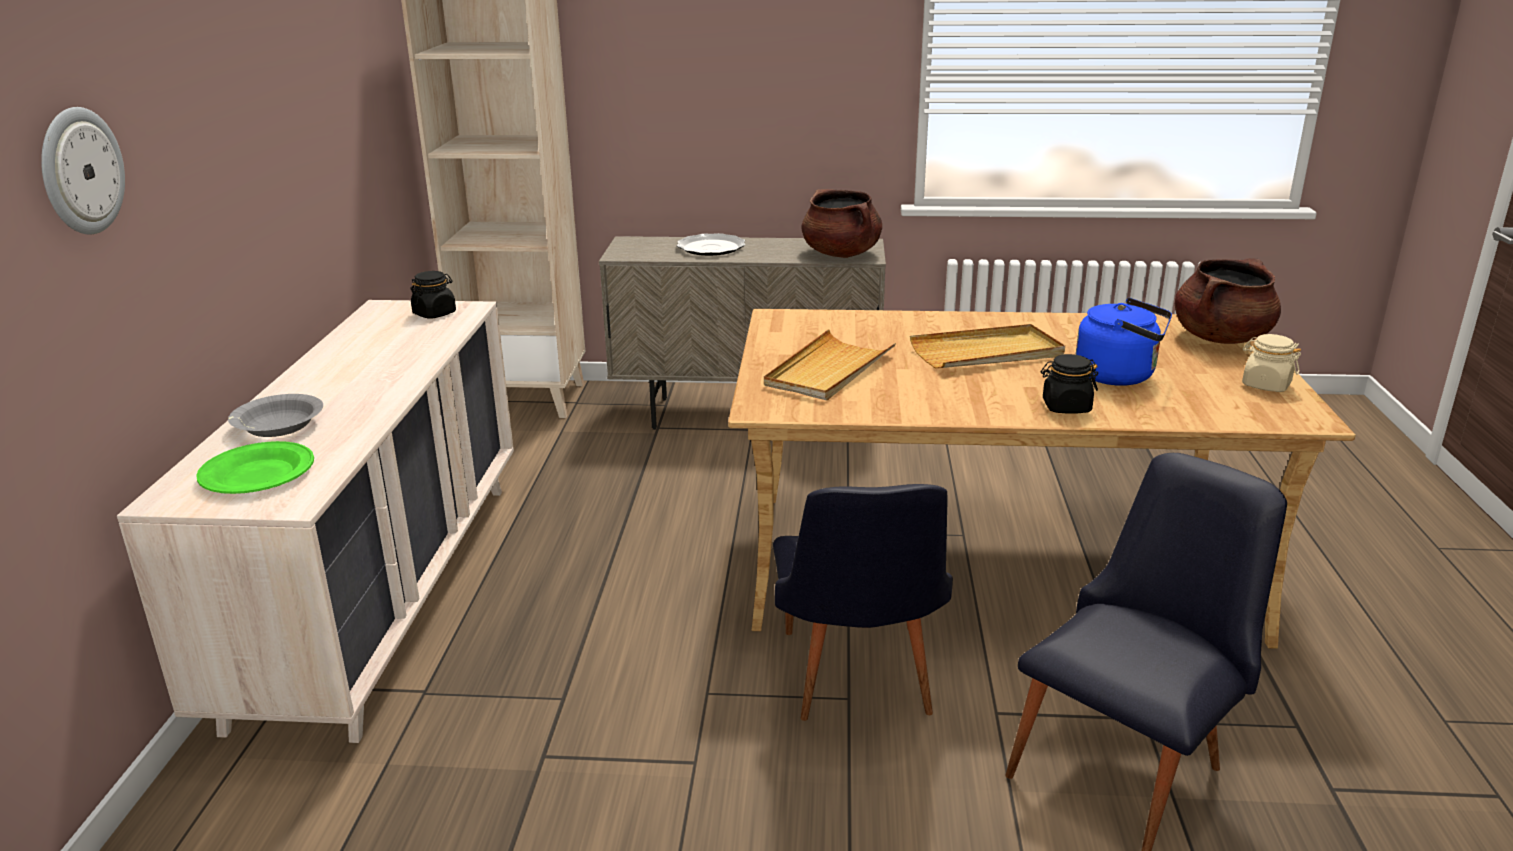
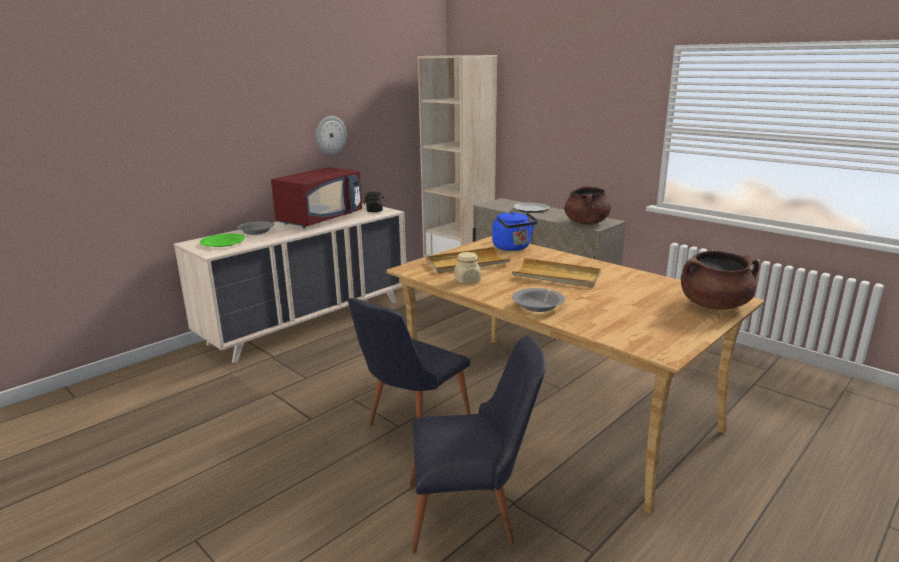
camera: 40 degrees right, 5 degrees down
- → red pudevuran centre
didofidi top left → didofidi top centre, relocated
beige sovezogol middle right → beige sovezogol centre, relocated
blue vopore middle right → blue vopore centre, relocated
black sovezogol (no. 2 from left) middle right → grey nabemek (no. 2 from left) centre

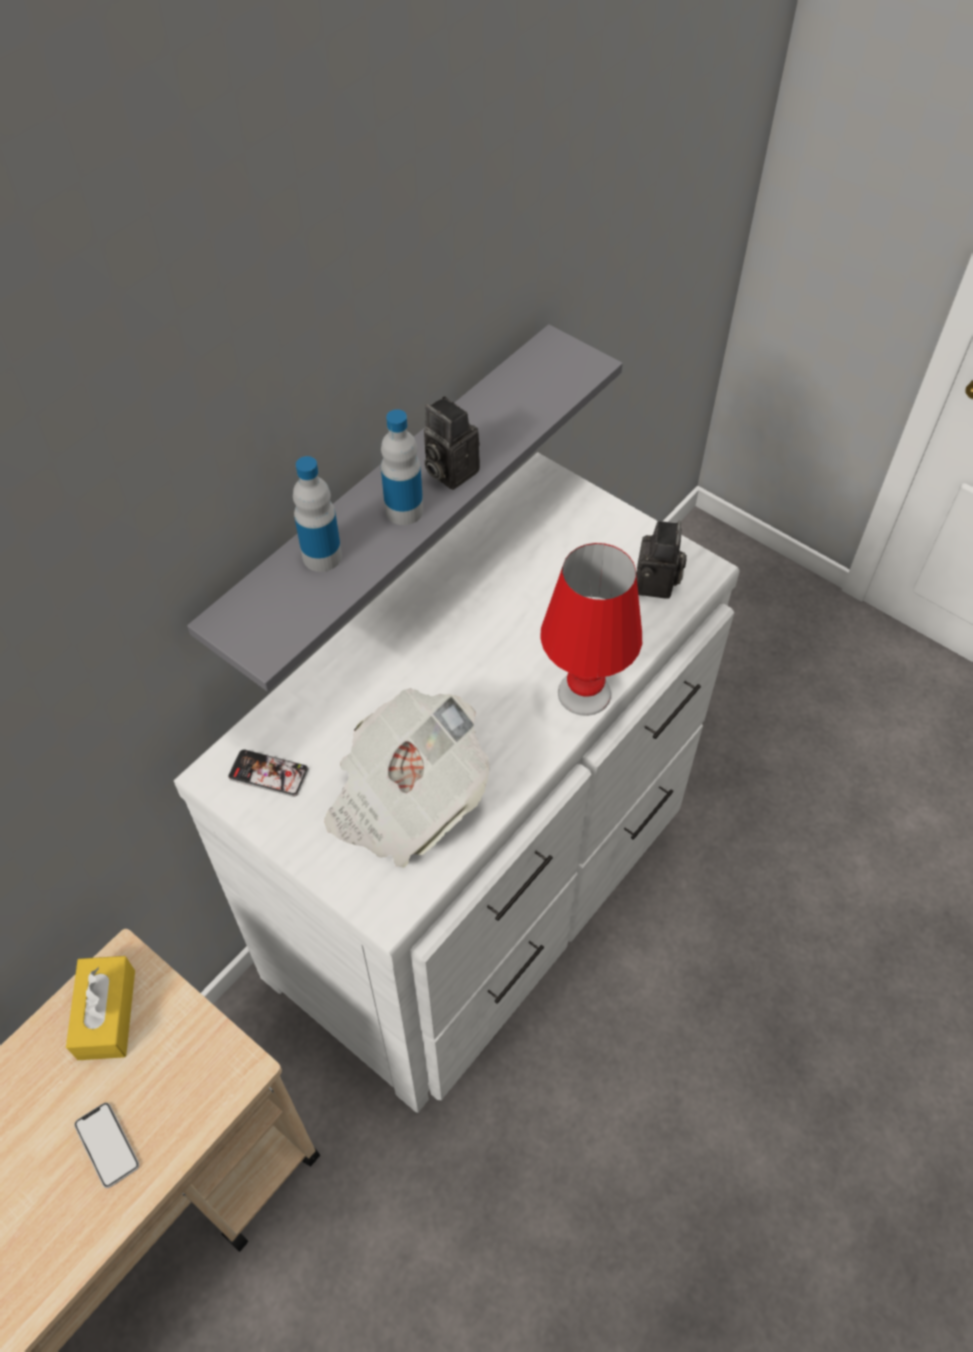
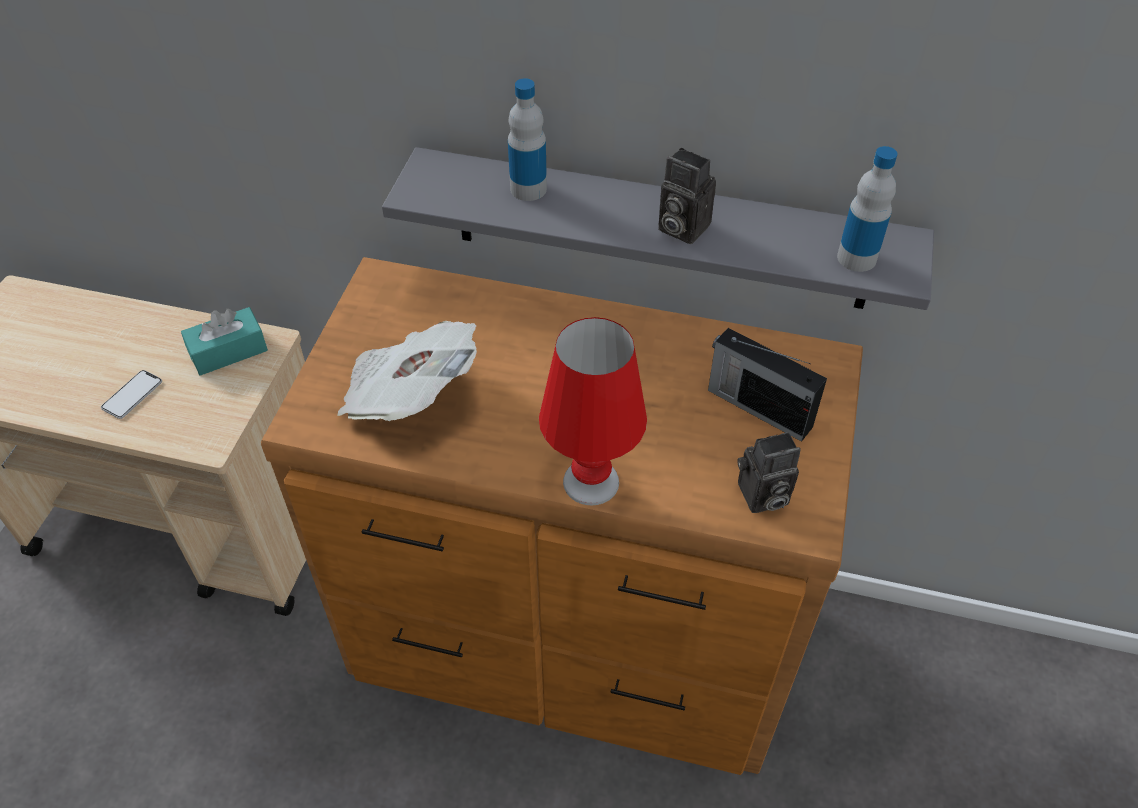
camera: 65 degrees right, 5 degrees down
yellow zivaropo bottom left → turquoise zivaropo middle left
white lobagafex centre → brown lobagafex centre
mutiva (no. 1 from left) top centre, 75 degrees counterclockwise
- → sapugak middle right
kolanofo (no. 2 from left) centre → kolanofo (no. 2 from left) top right, relocated
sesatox (no. 2 from left) middle left → -

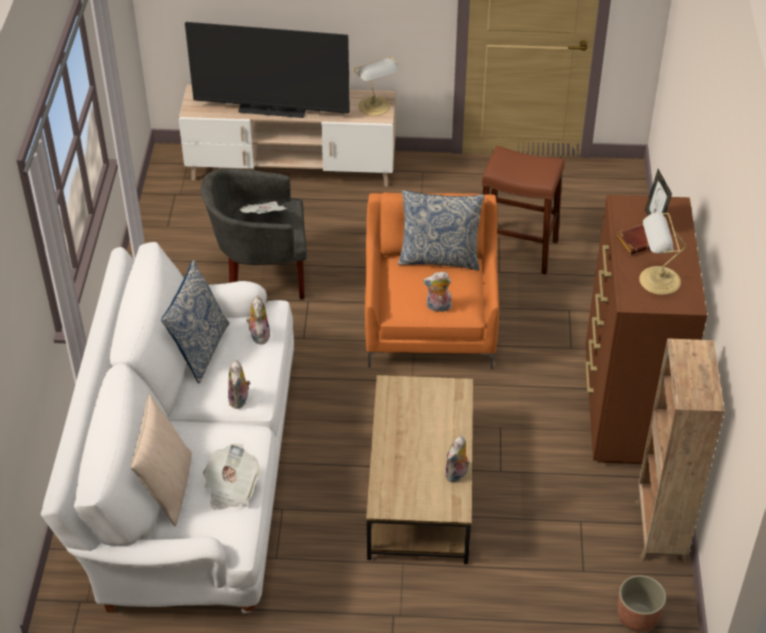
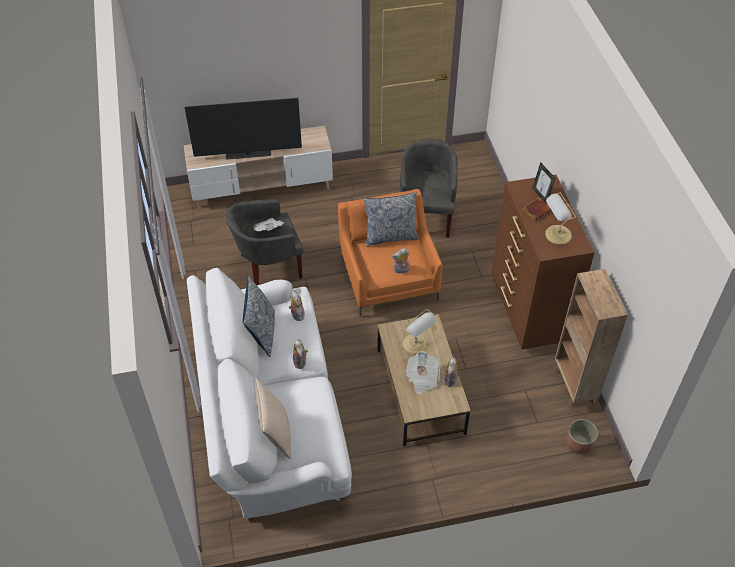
camera: 15 degrees left, 5 degrees up
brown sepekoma top right → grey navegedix (no. 2 from left) top centre
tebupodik (no. 1 from left) top centre → tebupodik (no. 1 from left) centre, relocated
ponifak (no. 1 from left in the first image) bottom left → ponifak (no. 2 from left) centre, relocated

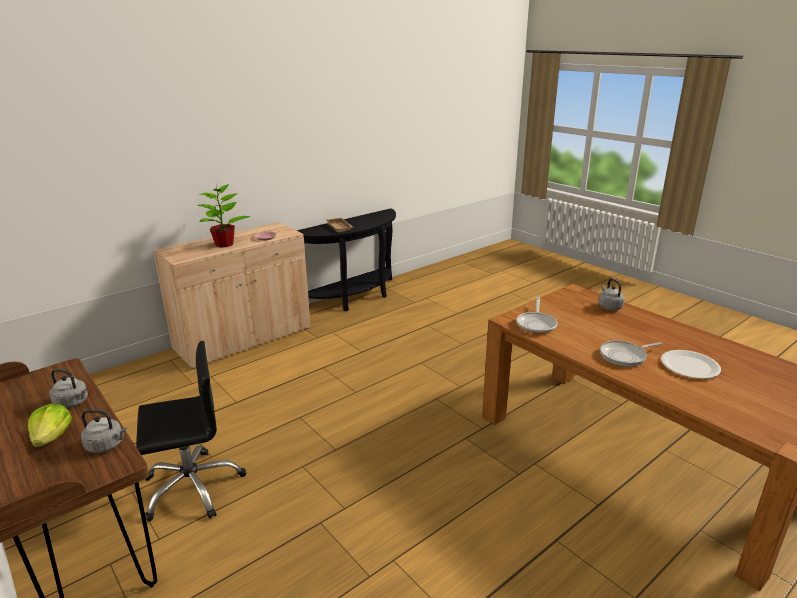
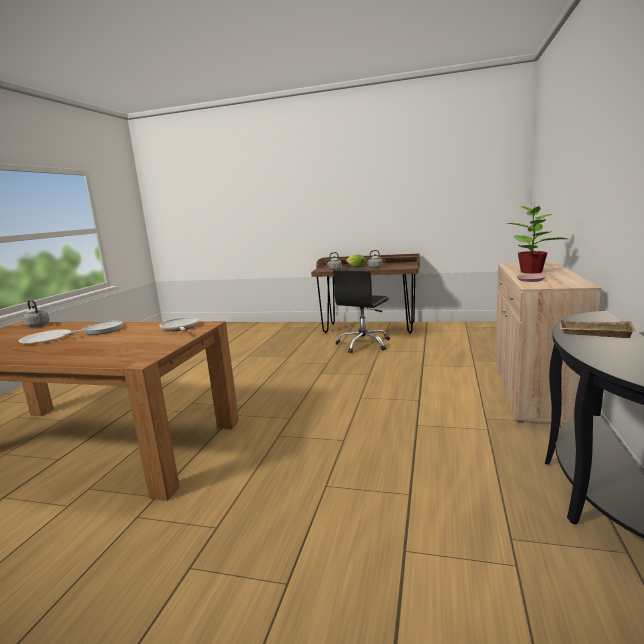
camera: 145 degrees right, 10 degrees down
grey vopore (no. 3 from left in the first image) middle right → grey vopore (no. 1 from left) middle left, relocated

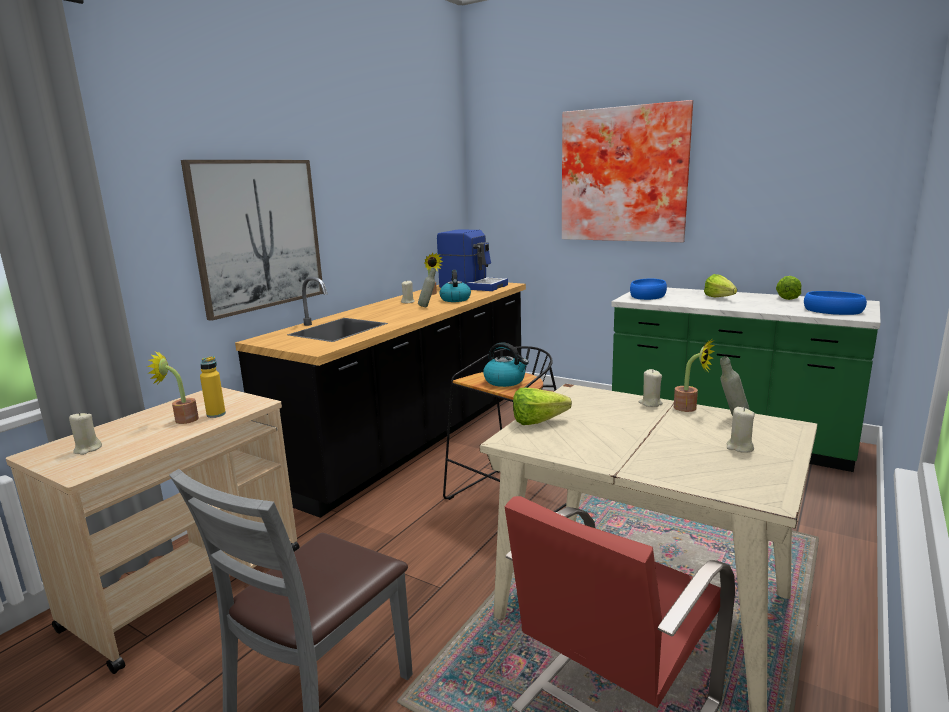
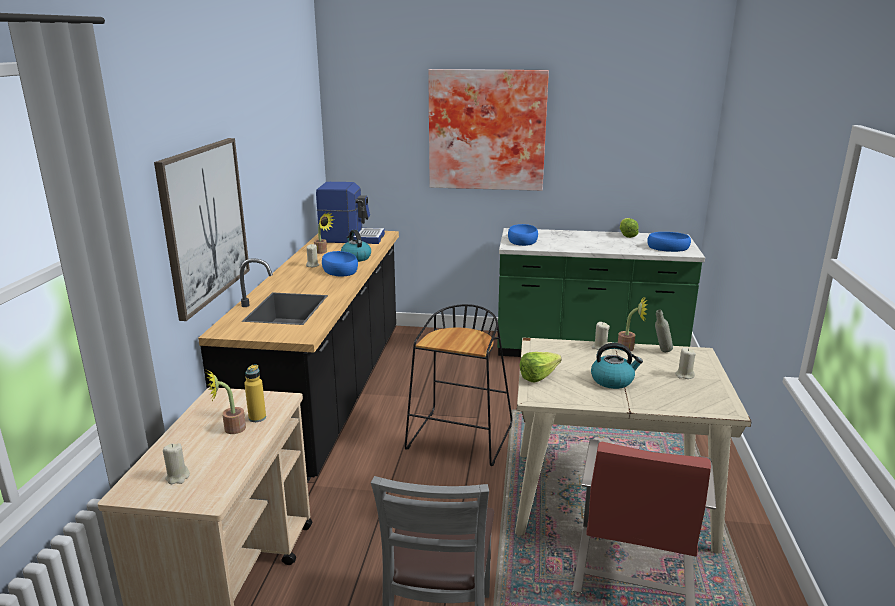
camera: 25 degrees left, 5 degrees up
grey kolanofo (no. 1 from left) centre → blue nabemek (no. 1 from left) centre
vopore (no. 2 from left) centre → vopore (no. 2 from left) middle right, relocated
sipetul (no. 2 from left) middle right → -

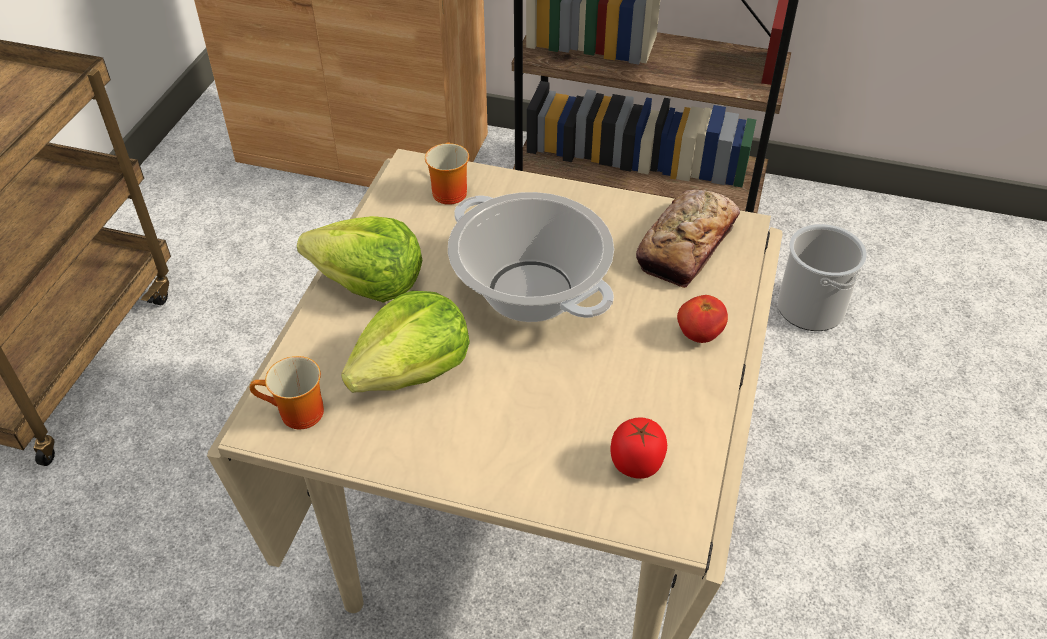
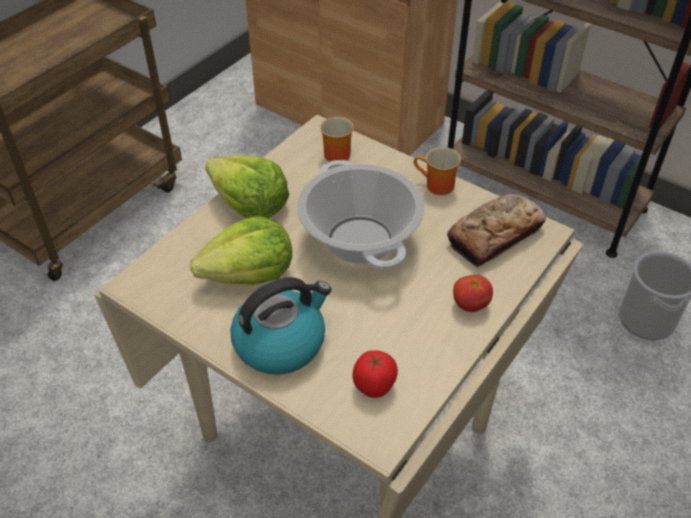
camera: 20 degrees right, 0 degrees up
- → vopore centre
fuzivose (no. 1 from left in the first image) middle left → fuzivose (no. 2 from left) top centre, relocated

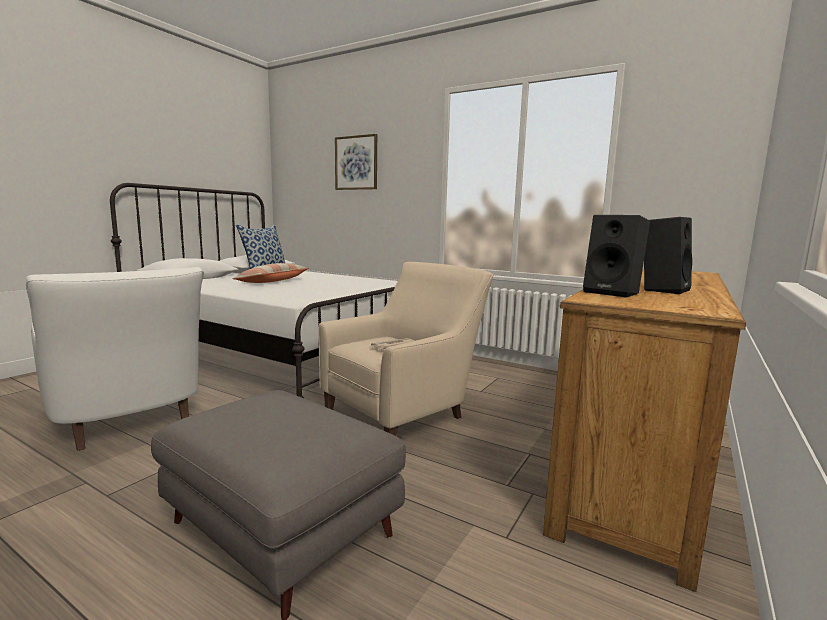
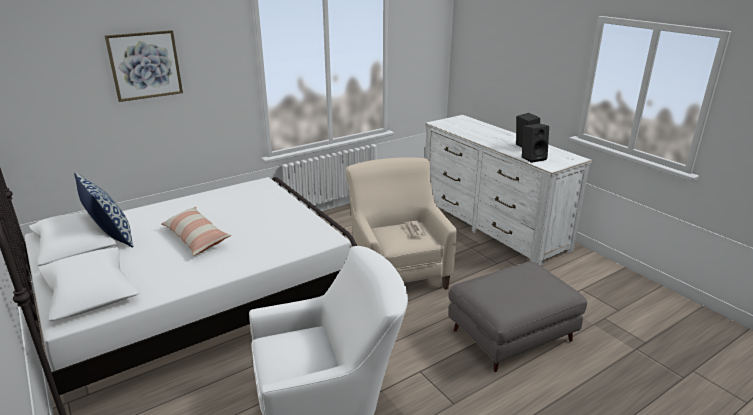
camera: 65 degrees left, 15 degrees up
brown lobagafex bottom right → white lobagafex middle right

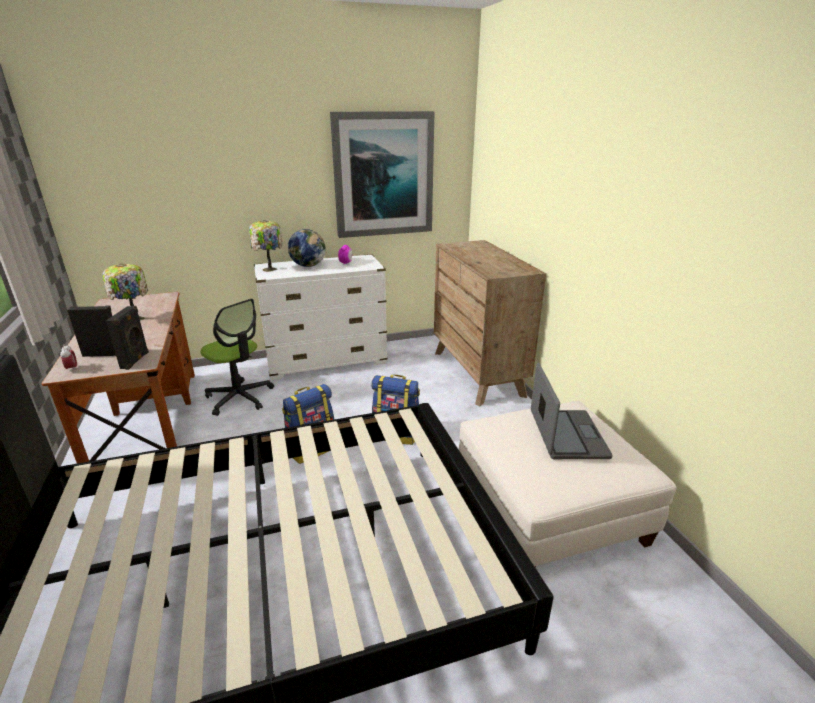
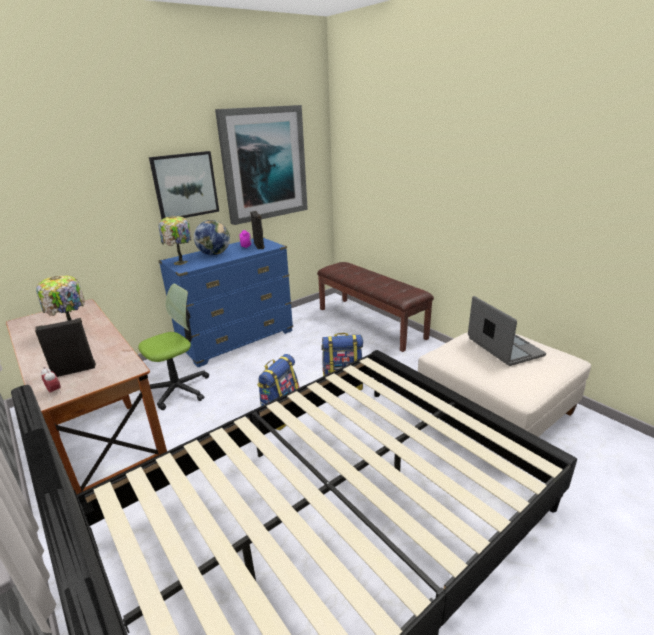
camera: 20 degrees left, 0 degrees up
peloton middle left, 60 degrees counterclockwise
- → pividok (no. 1 from left) top left
white lobagafex centre → blue lobagafex centre
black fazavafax (no. 2 from left) middle left → black fazavafax (no. 2 from left) centre, relocated
brown lobagafex centre → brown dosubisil centre

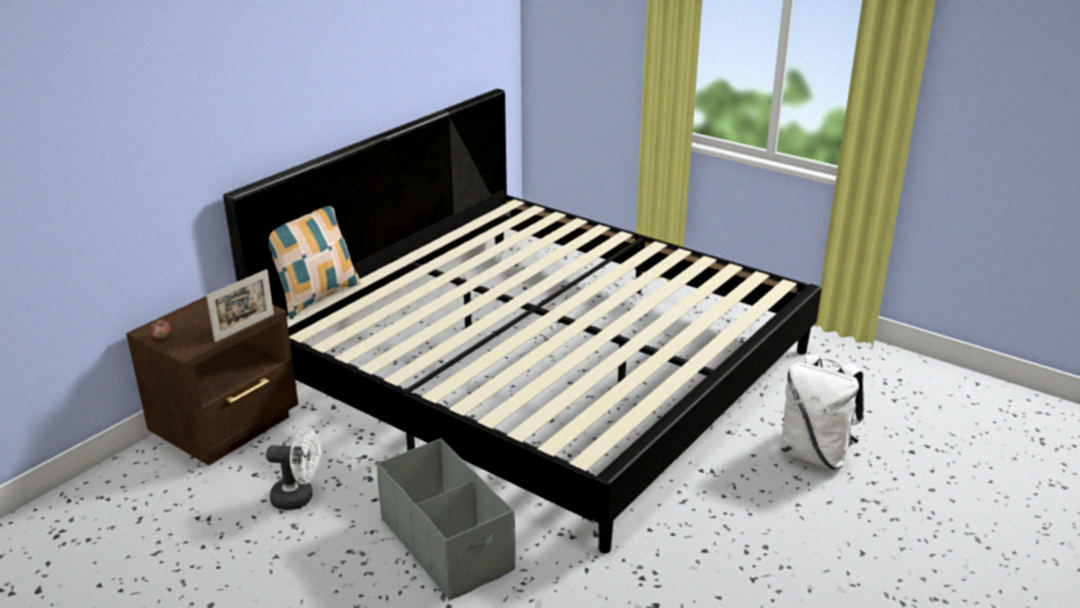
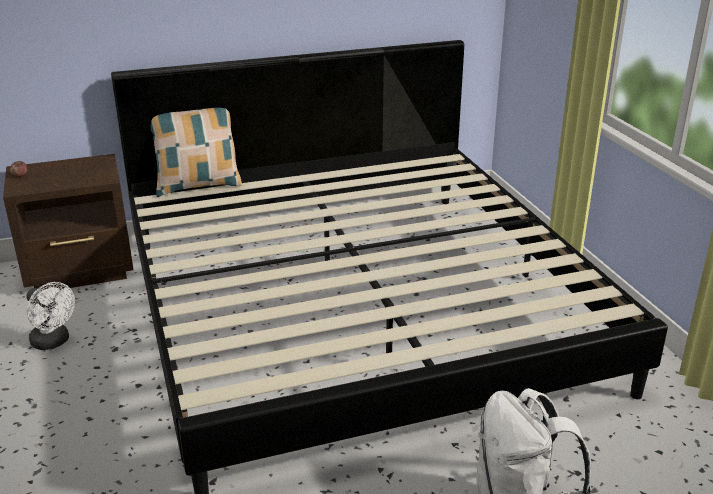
camera: 35 degrees right, 0 degrees up
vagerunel middle left → -
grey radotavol bottom centre → -

